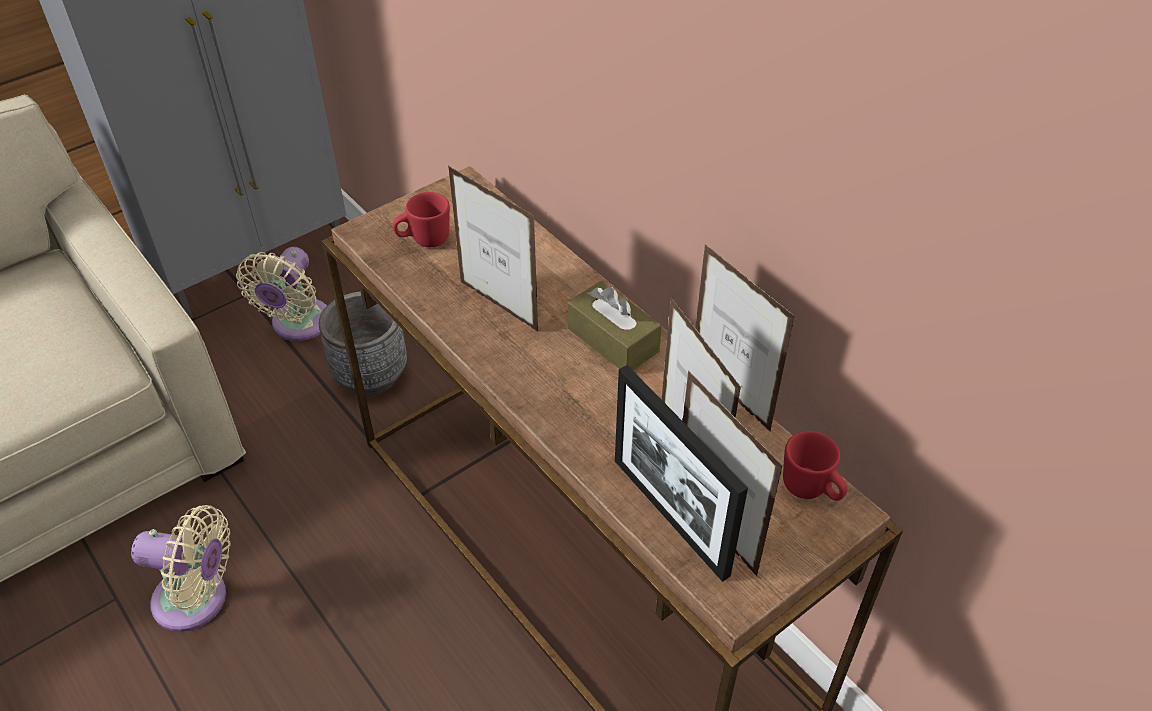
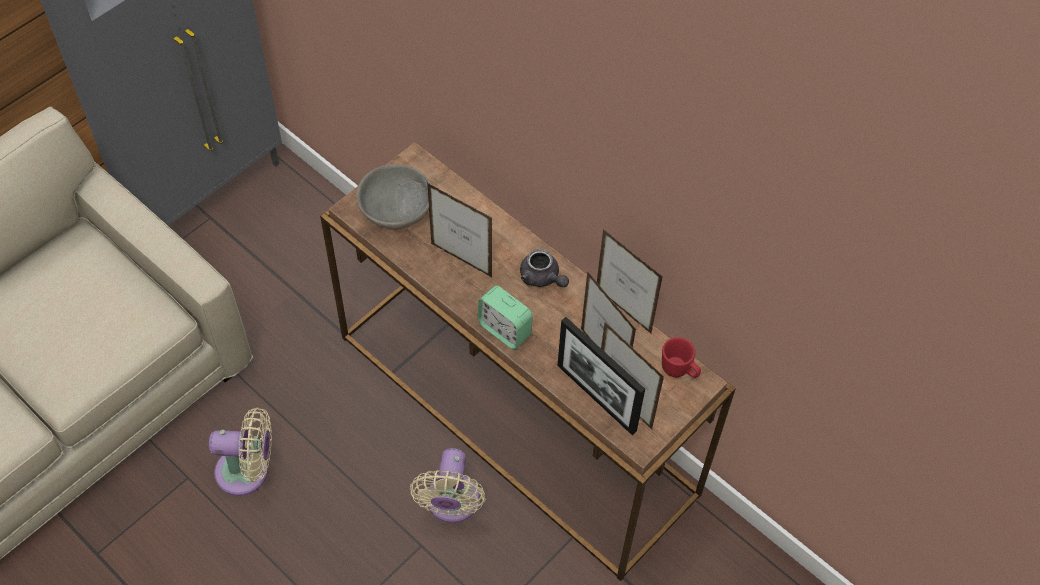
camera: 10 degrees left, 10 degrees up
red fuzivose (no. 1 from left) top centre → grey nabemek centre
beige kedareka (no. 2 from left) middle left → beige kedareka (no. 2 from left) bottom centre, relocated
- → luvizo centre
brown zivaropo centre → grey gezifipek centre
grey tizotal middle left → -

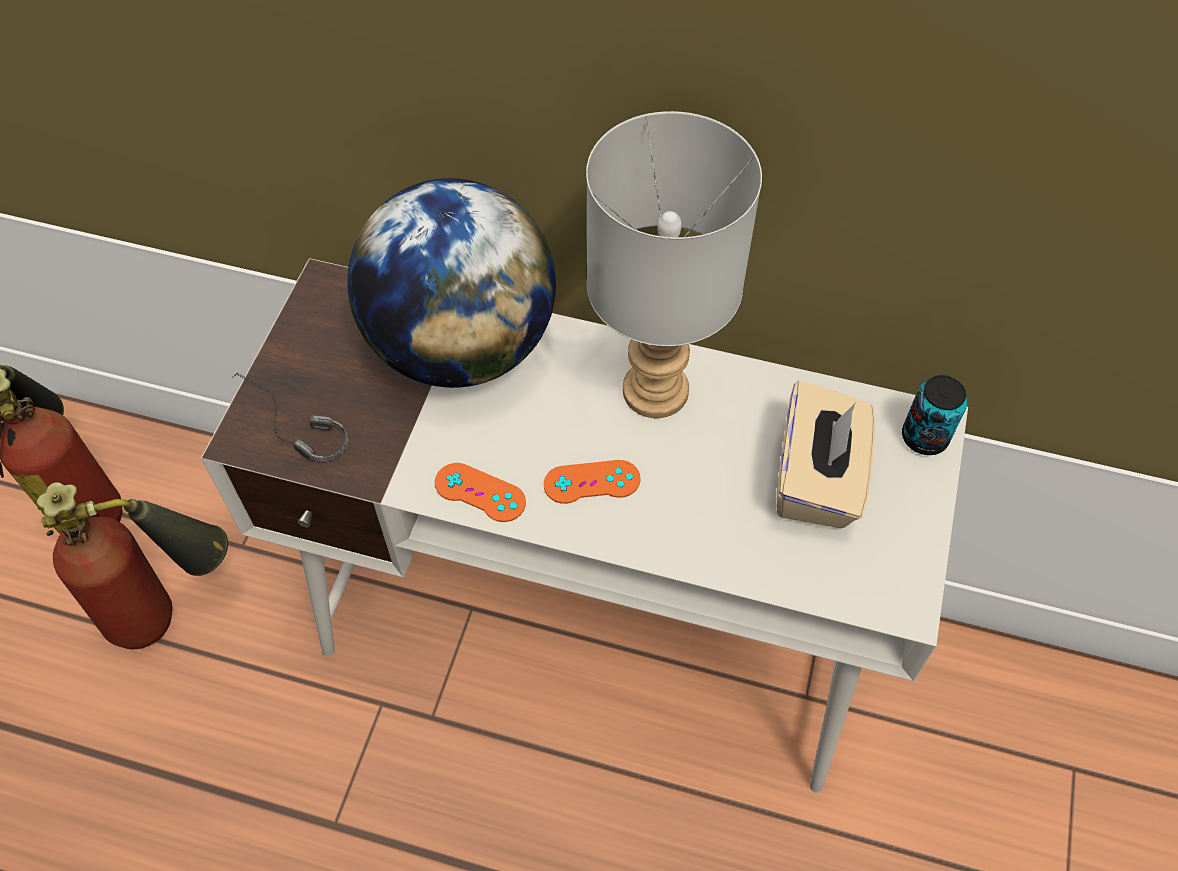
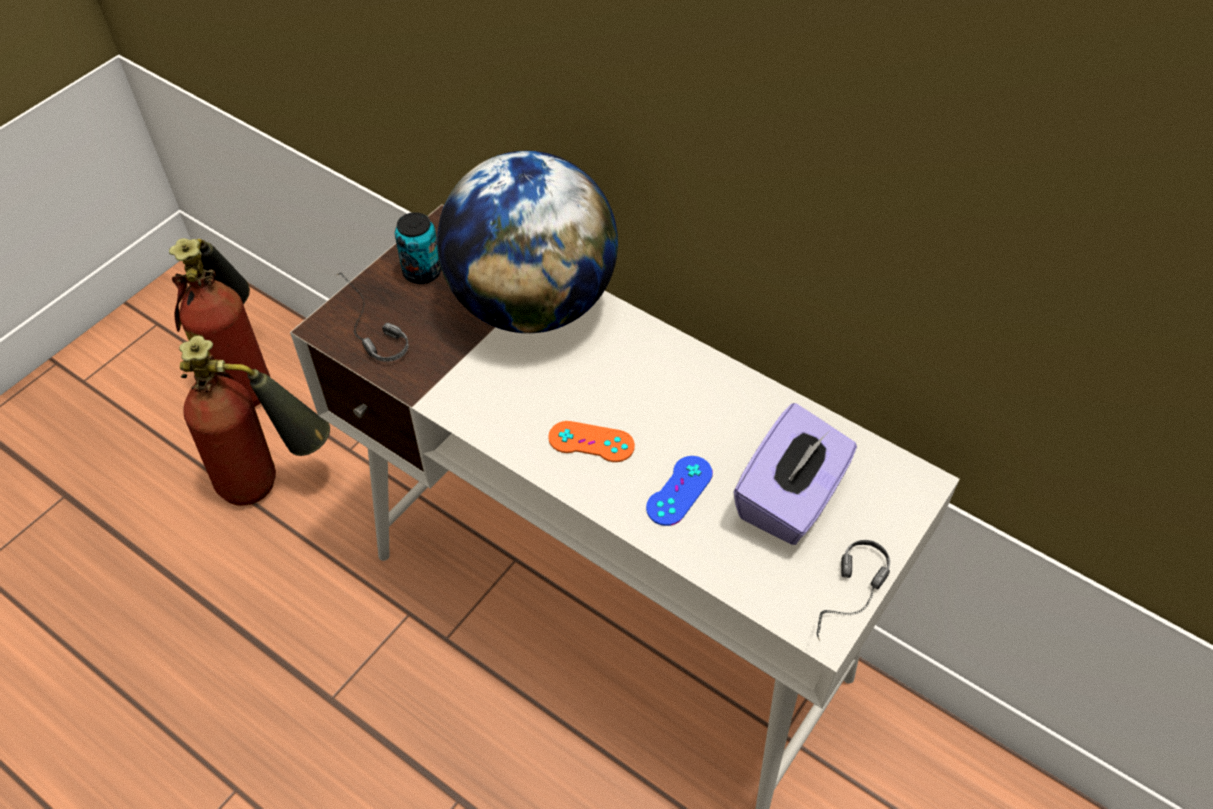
camera: 20 degrees right, 5 degrees down
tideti middle right → tideti top centre, relocated
- → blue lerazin centre
beige zivaropo middle right → purple zivaropo centre
- → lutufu (no. 2 from left) bottom right
orange lerazin (no. 1 from left) centre → -
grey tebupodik top centre → -

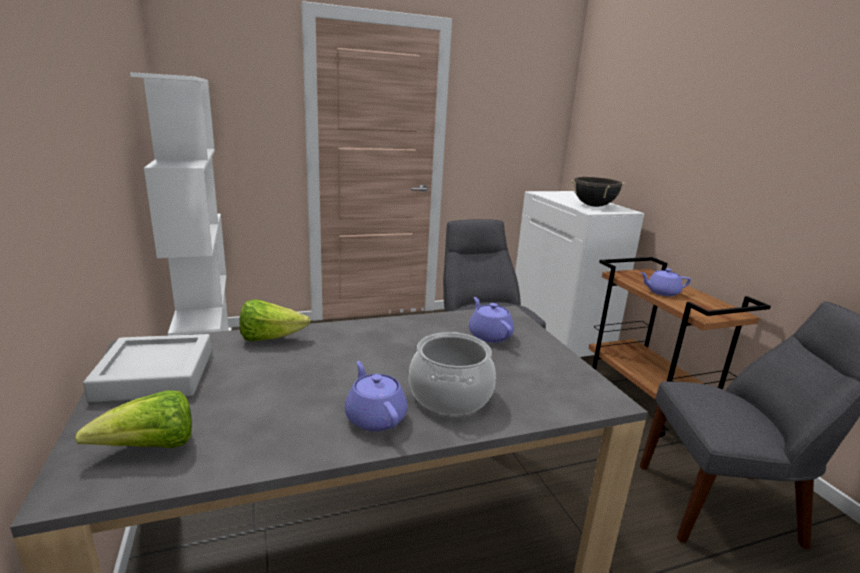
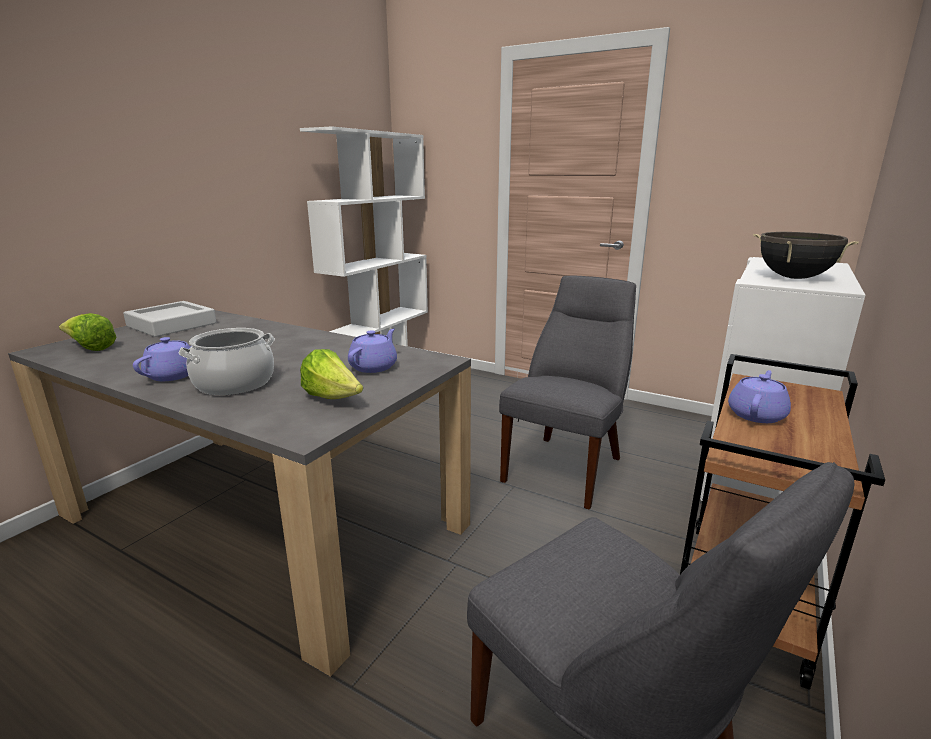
camera: 50 degrees right, 0 degrees up
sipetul (no. 2 from left) middle left → sipetul (no. 2 from left) centre, relocated
purple gezifipek (no. 3 from left) middle right, 75 degrees clockwise

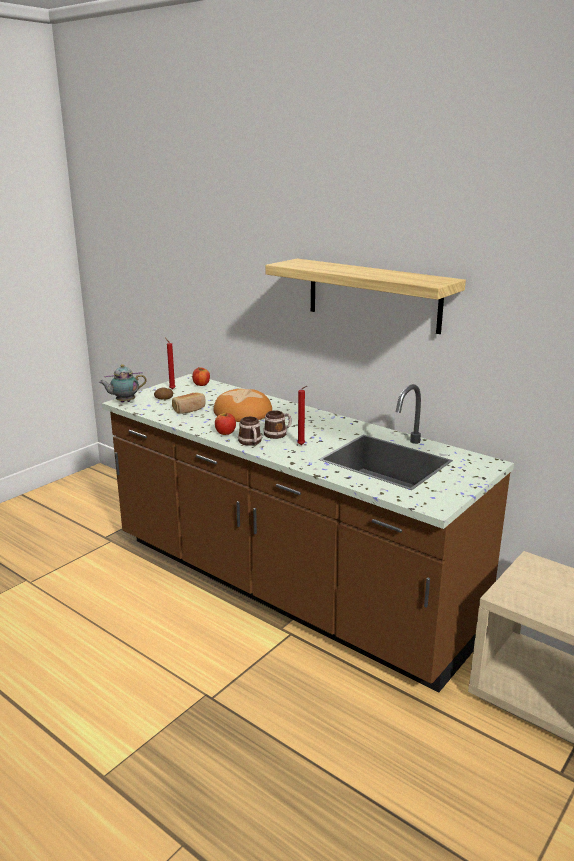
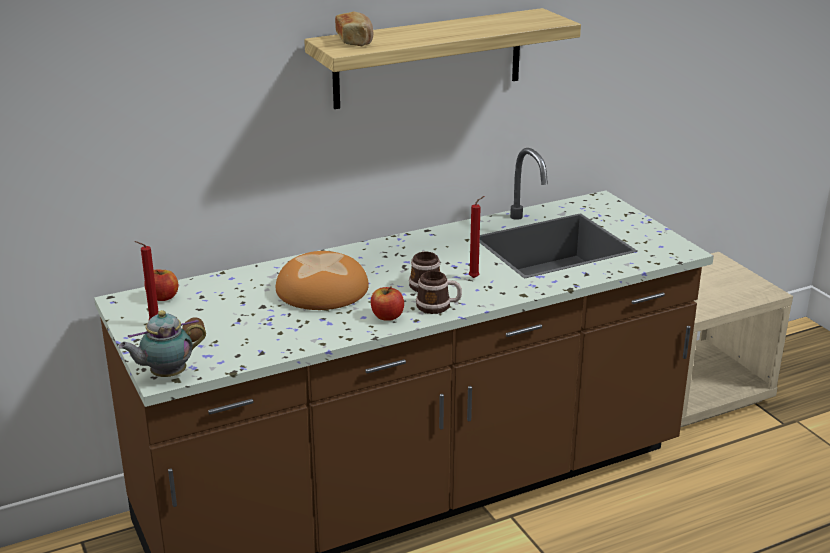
camera: 65 degrees left, 5 degrees up
gezifipek middle left, 60 degrees clockwise
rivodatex (no. 1 from left in the first image) middle left → rivodatex (no. 2 from left) top centre, relocated

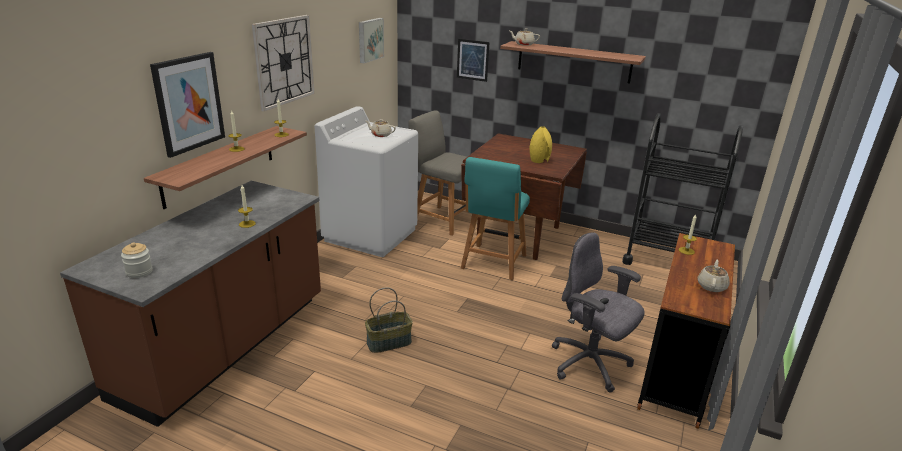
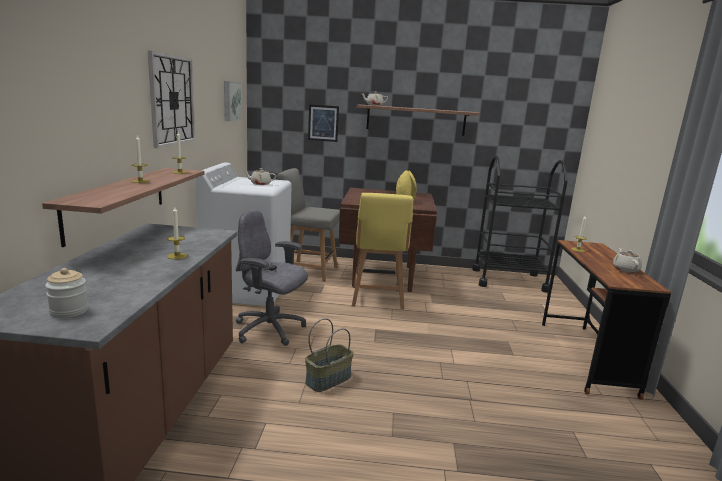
camera: 20 degrees left, 10 degrees down
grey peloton bottom centre → grey peloton centre, relocated
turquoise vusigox centre → yellow vusigox centre
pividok (no. 1 from left) top left → -

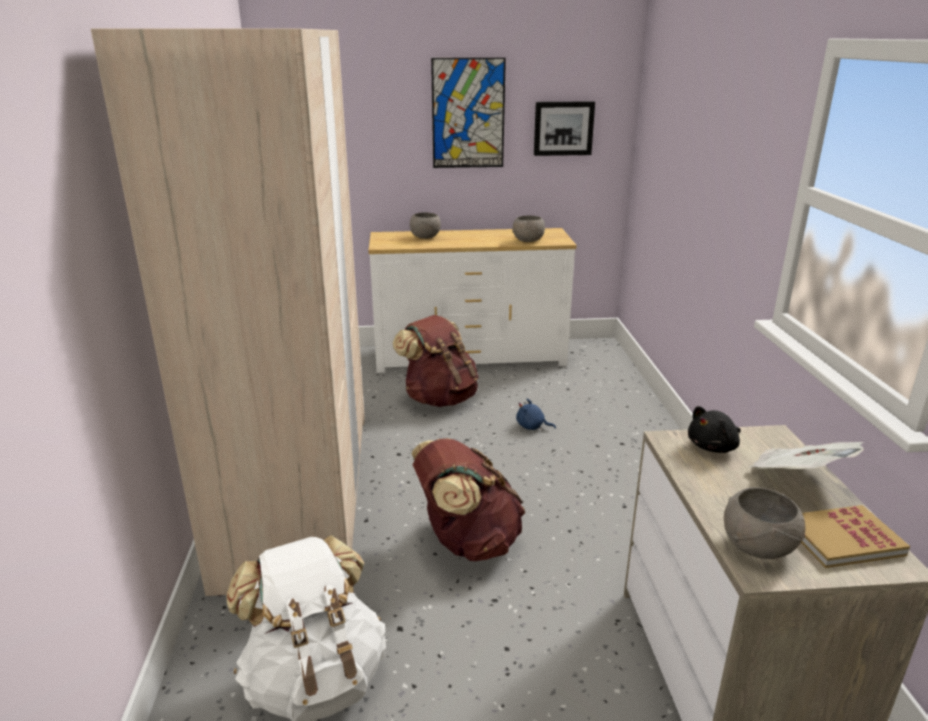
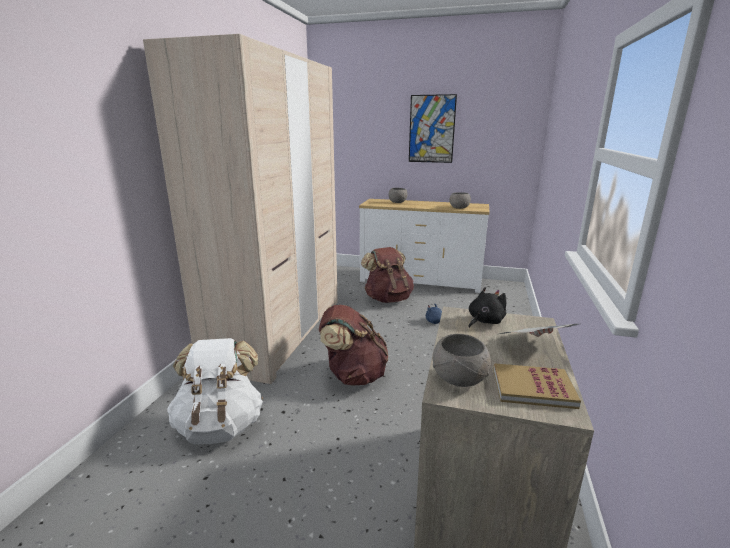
camera: 20 degrees right, 5 degrees down
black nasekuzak middle right, 150 degrees clockwise
pividok (no. 2 from left) top centre → -

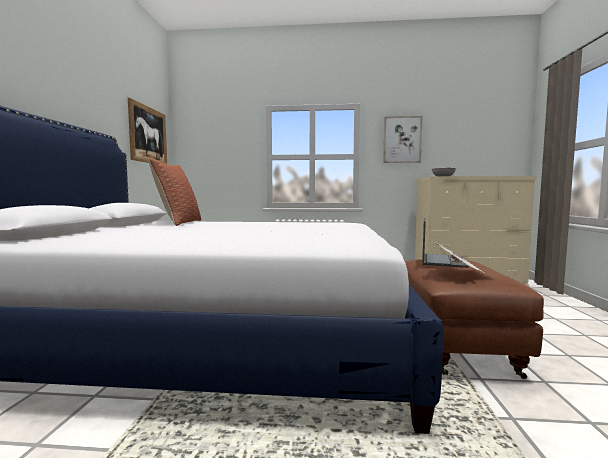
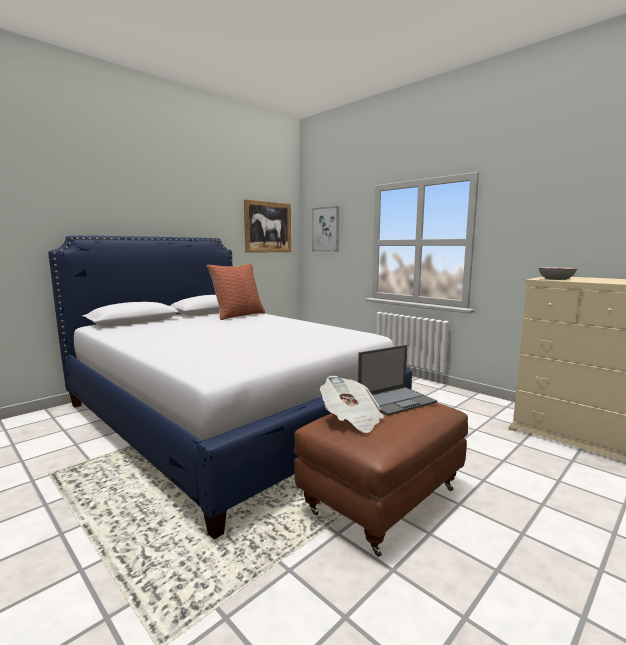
camera: 40 degrees right, 5 degrees up
pividok (no. 2 from left) top centre → pividok (no. 2 from left) centre, relocated

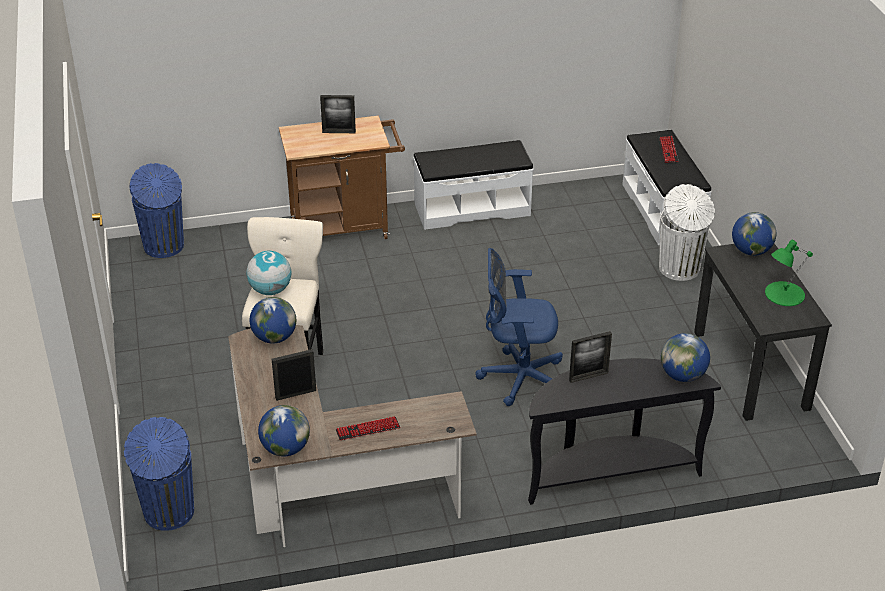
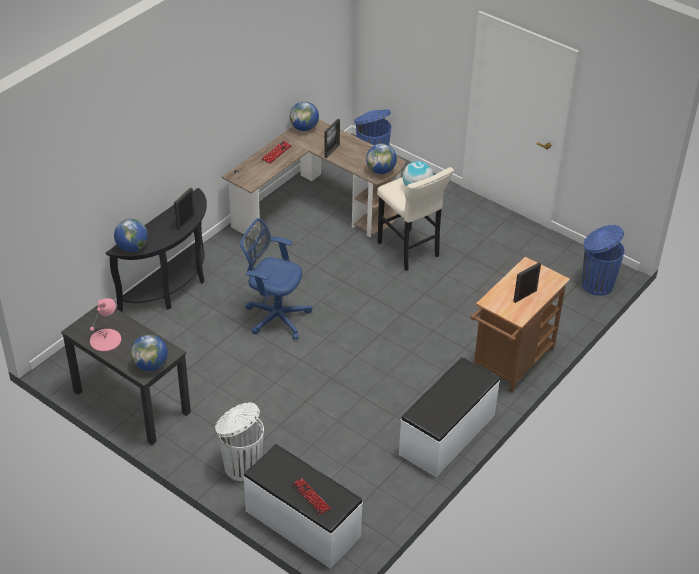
camera: 140 degrees right, 5 degrees up
green tebupodik middle right → pink tebupodik middle left
blue peloton centre, 120 degrees counterclockwise

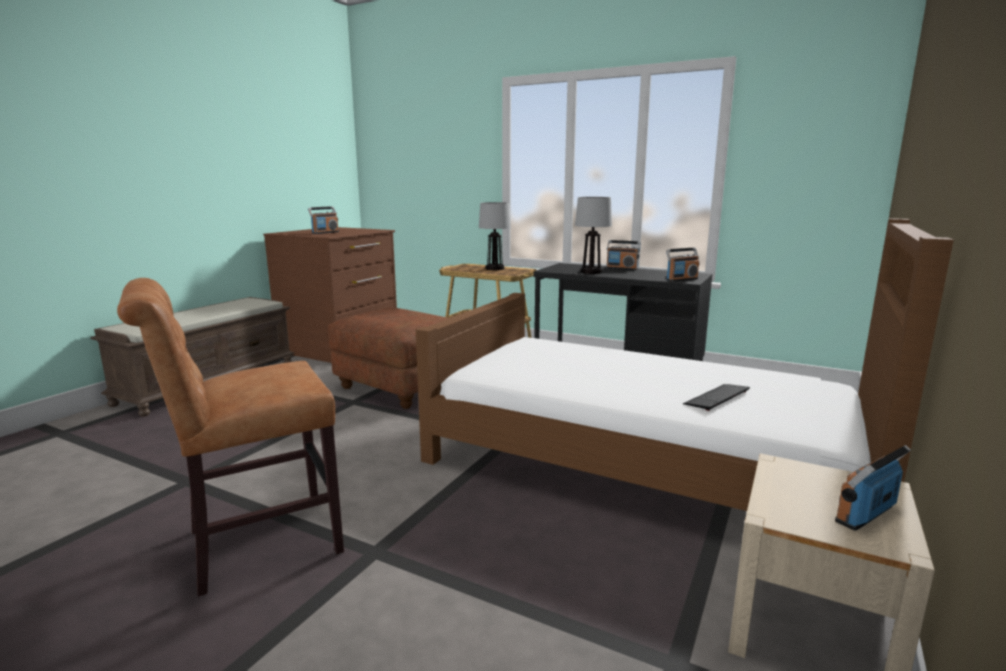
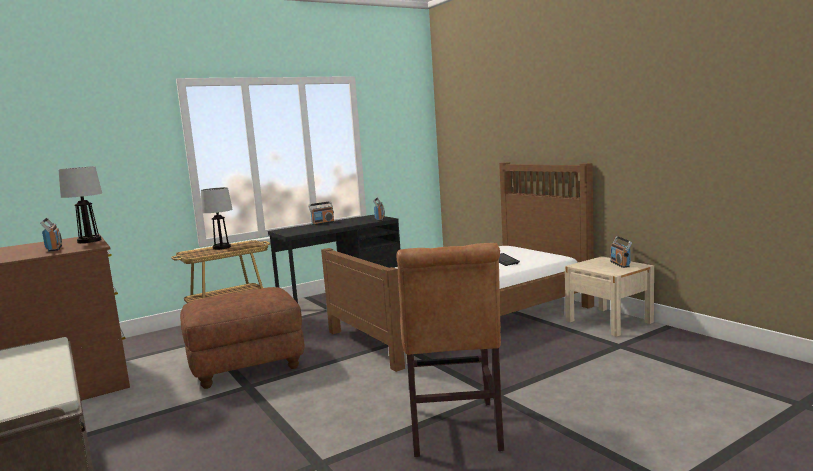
camera: 60 degrees left, 5 degrees down
tebupodik (no. 2 from left in the first image) centre → tebupodik (no. 1 from left) middle left, relocated

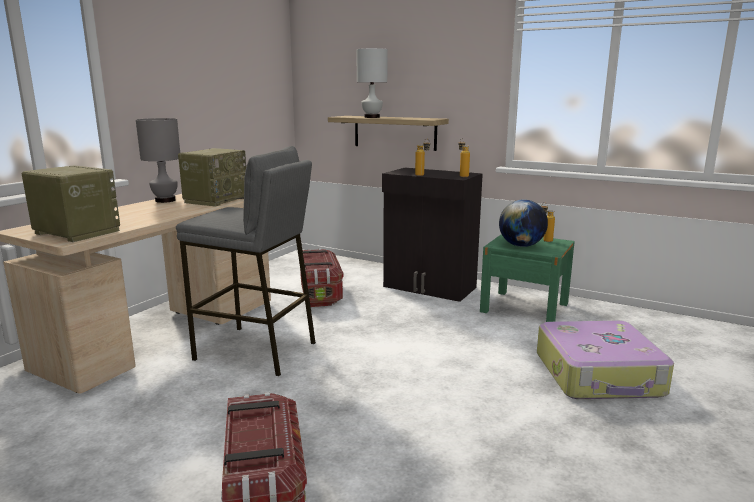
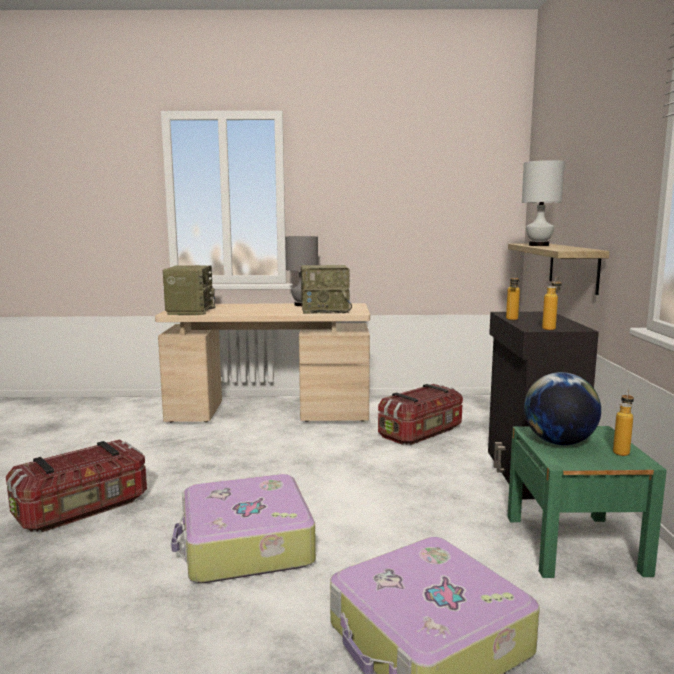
camera: 60 degrees right, 5 degrees down
- → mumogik (no. 1 from left) bottom centre
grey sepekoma middle left → -

